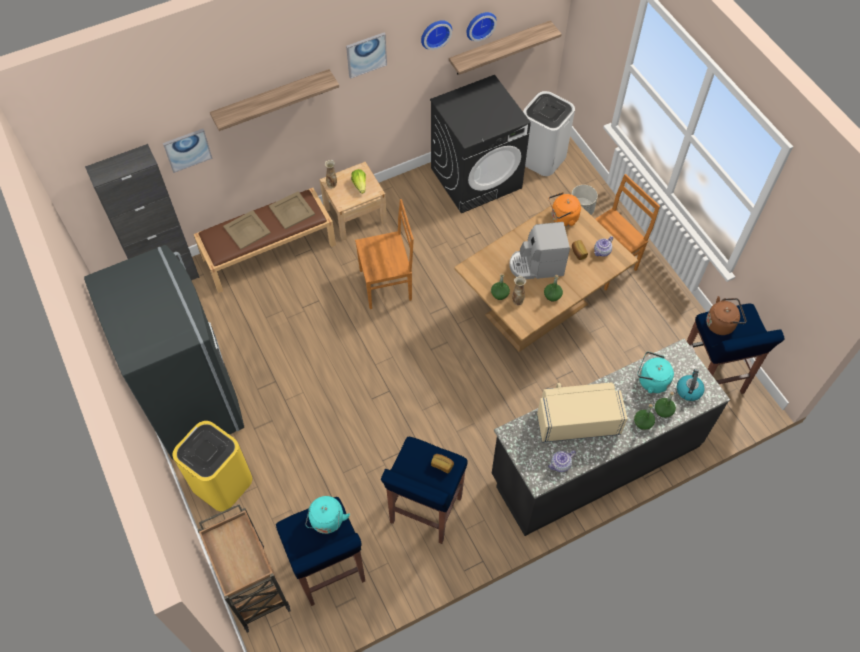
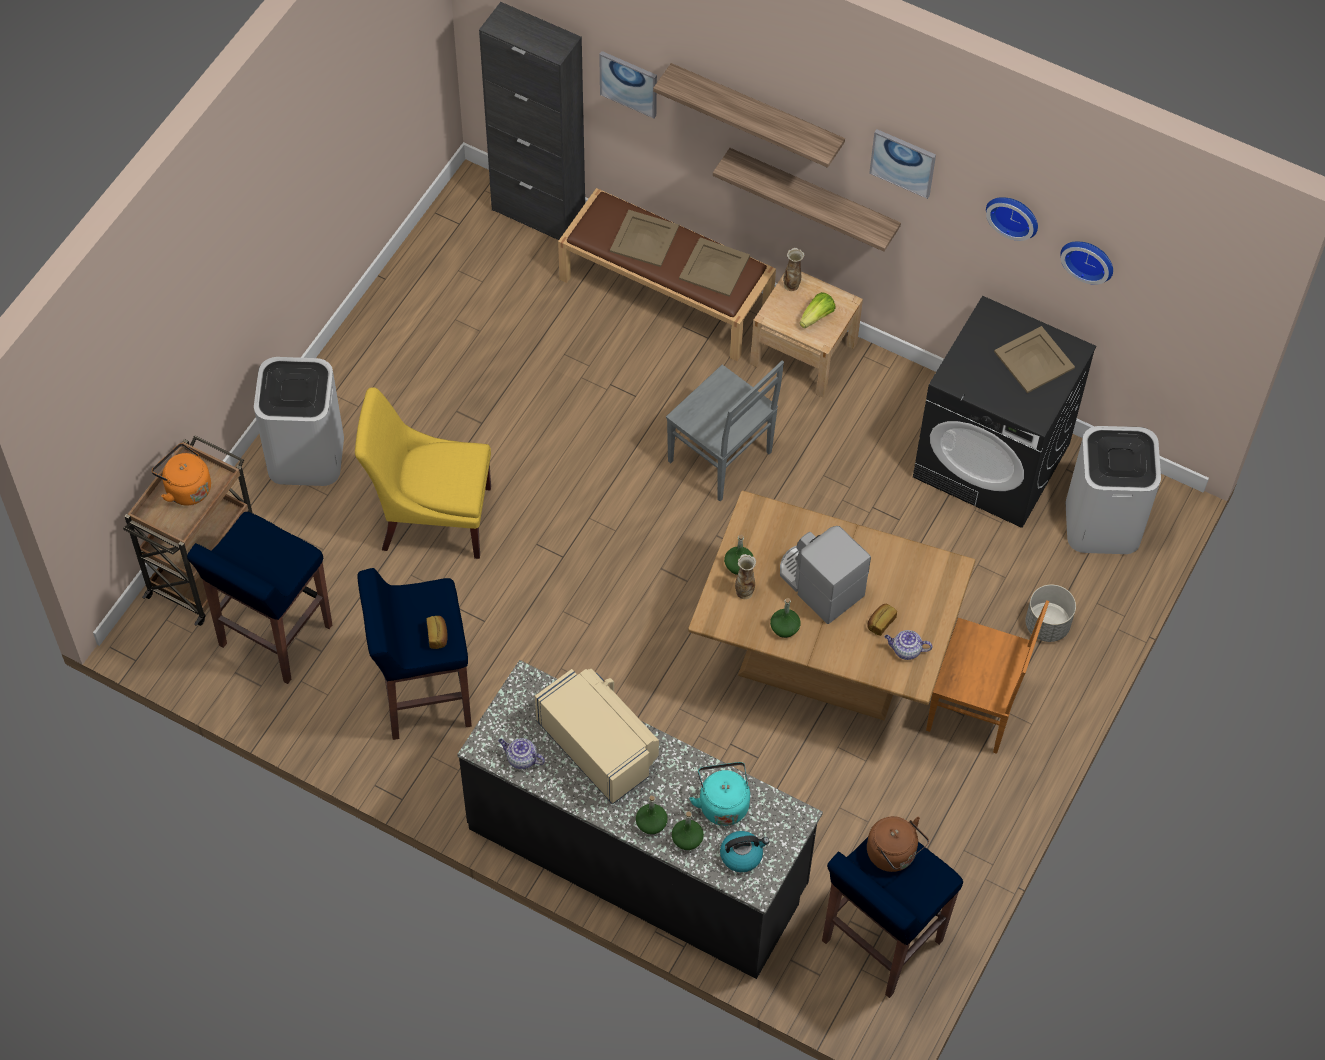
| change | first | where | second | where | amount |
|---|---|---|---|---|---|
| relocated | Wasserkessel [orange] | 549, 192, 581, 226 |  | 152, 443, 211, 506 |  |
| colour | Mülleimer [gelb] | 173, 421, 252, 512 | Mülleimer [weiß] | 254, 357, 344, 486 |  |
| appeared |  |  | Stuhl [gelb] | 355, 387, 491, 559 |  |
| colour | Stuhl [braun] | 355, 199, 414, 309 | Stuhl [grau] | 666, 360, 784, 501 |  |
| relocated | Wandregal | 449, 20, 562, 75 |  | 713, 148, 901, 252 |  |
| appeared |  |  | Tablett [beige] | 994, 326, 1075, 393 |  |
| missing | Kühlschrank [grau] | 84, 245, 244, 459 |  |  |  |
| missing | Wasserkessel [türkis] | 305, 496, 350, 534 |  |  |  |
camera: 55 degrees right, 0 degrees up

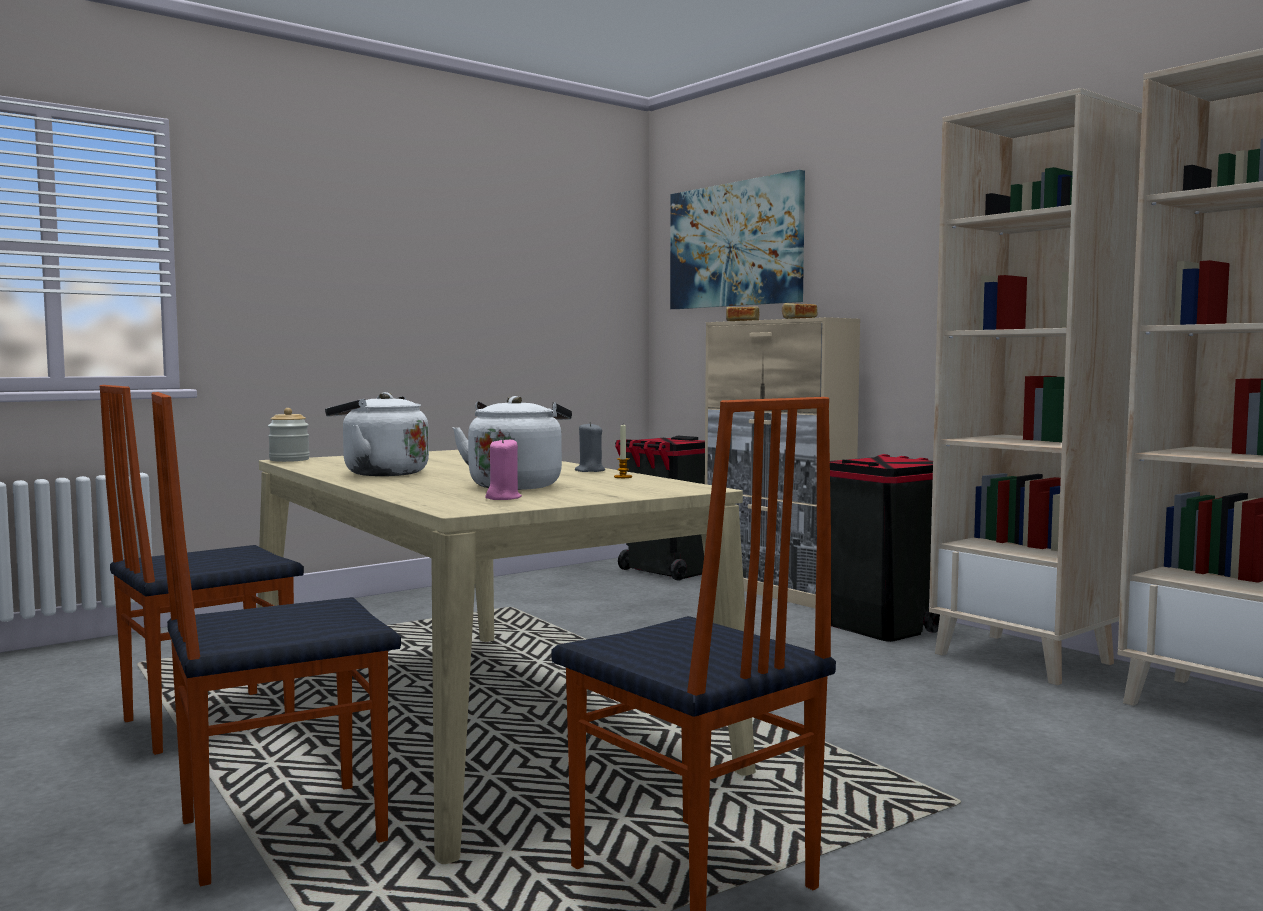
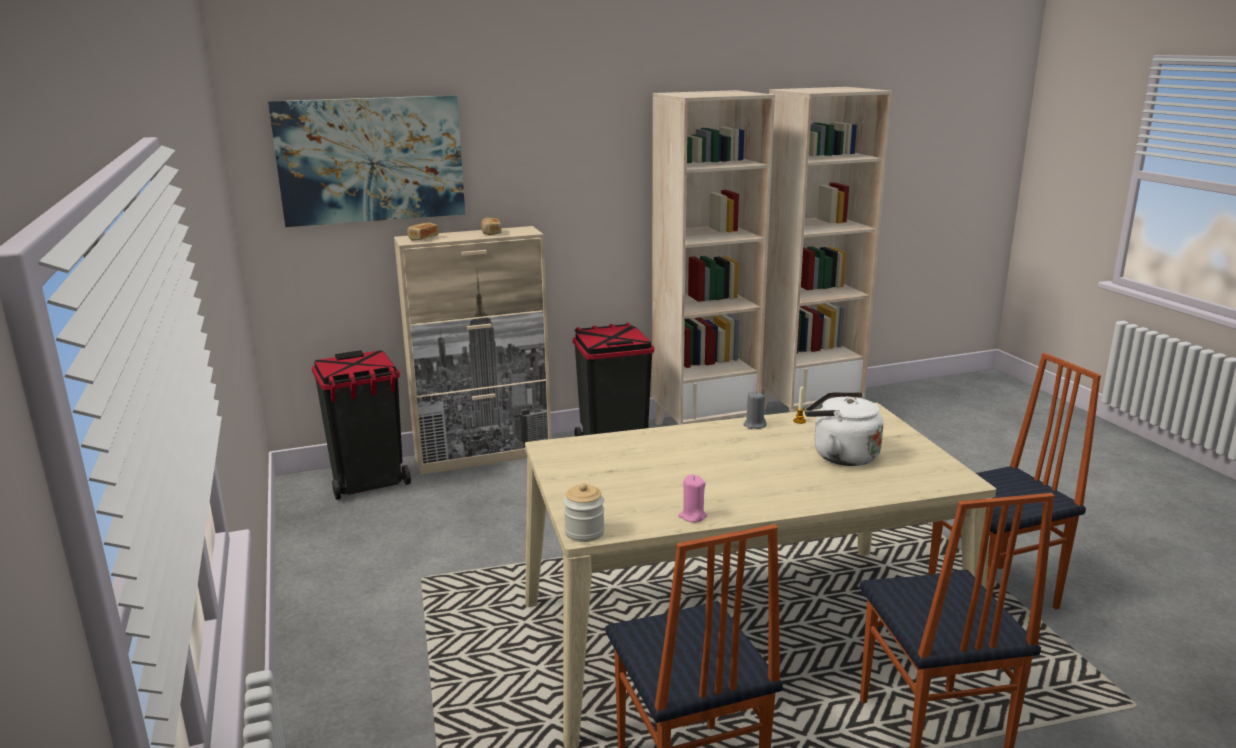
| change | first | where | second | where | amount |
|---|---|---|---|---|---|
| relocated | Kerze [rosa] | 485, 437, 522, 500 |  | 678, 474, 707, 522 |  |
| missing | Wasserkessel [weiß] | 325, 392, 429, 476 |  |  |  |
camera: 70 degrees left, 15 degrees up

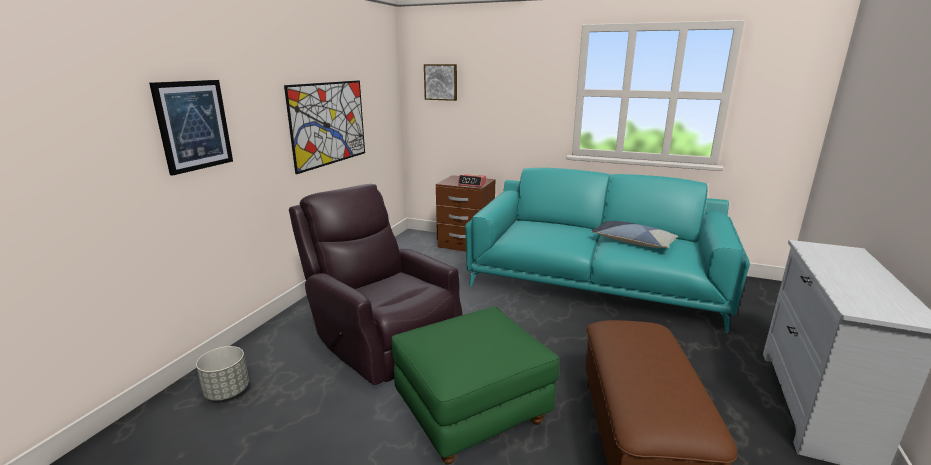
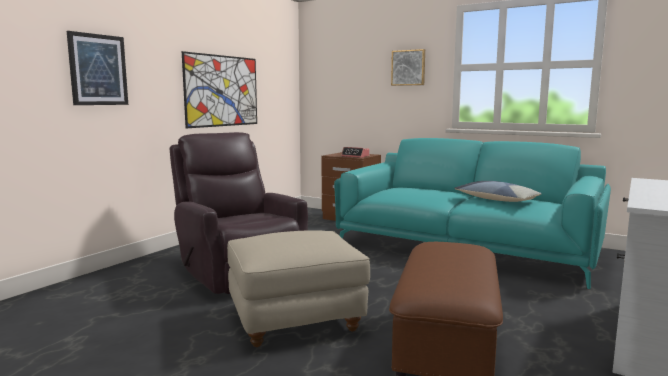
| change | first | where | second | where | amount |
|---|---|---|---|---|---|
| colour | Polsterhocker [grün] | 391, 307, 559, 465 | Polsterhocker [beige] | 227, 230, 370, 347 |  |
| relocated | Bild | 424, 64, 457, 101 |  | 391, 49, 425, 86 |  |
| missing | Pflanzkübel [grau] | 196, 346, 249, 400 |  |  |  |
camera: 10 degrees right, 10 degrees down

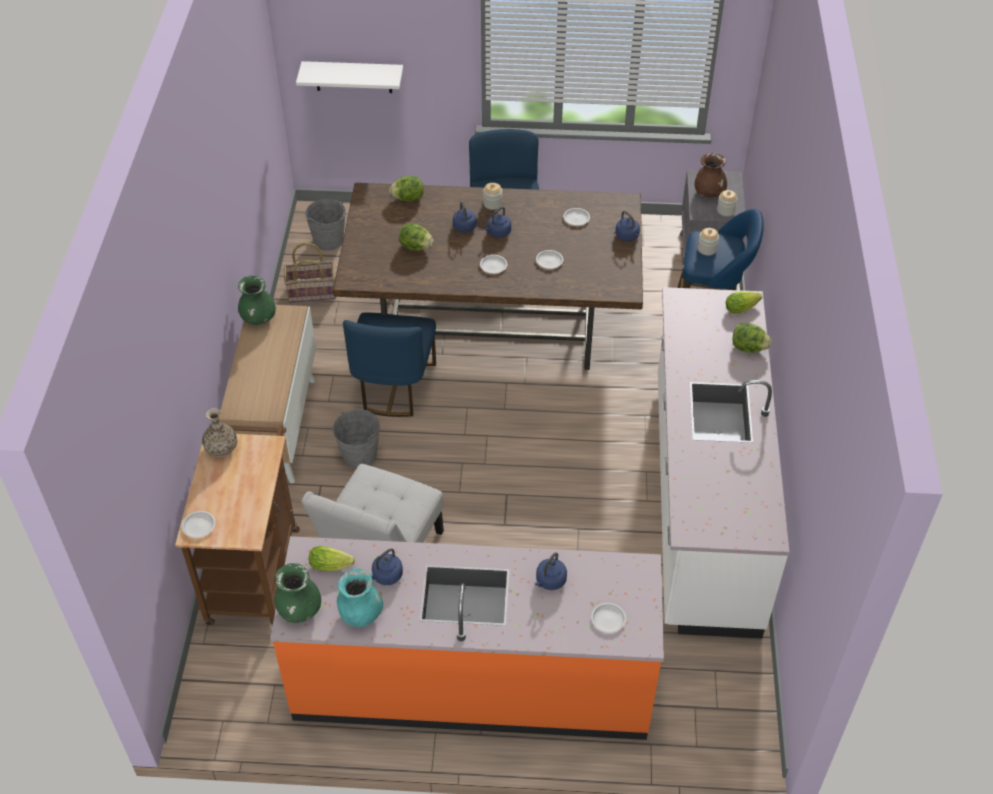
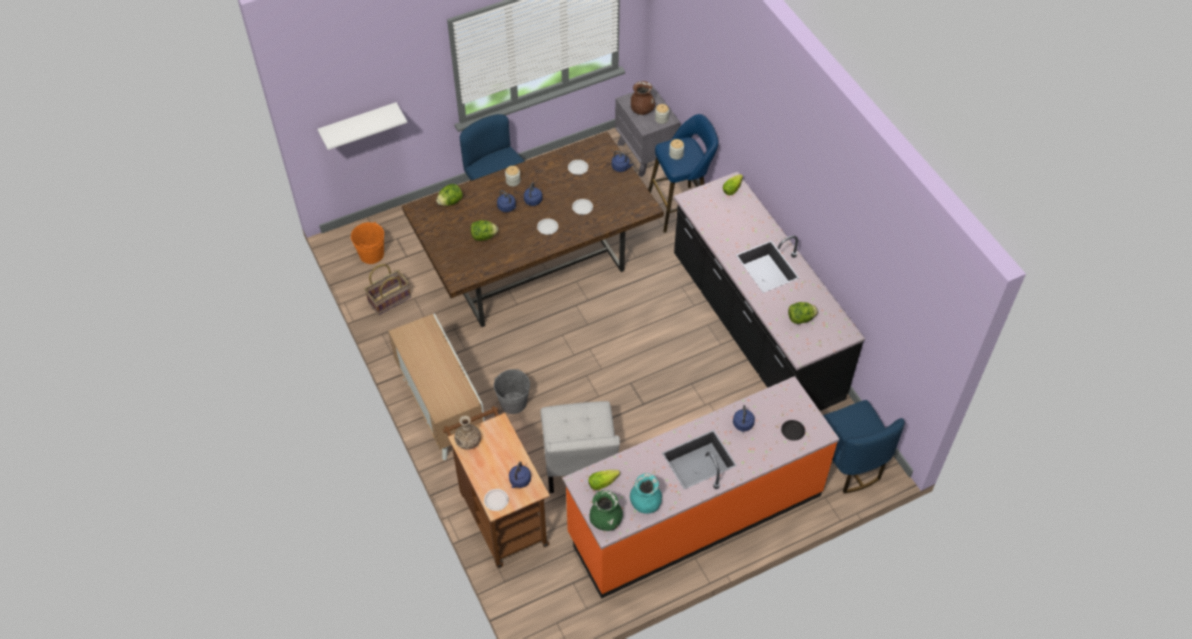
| change | first | where | second | where | amount |
|---|---|---|---|---|---|
| colour | Eimer [grau] | 305, 199, 346, 251 | Eimer [orange] | 351, 222, 384, 264 |  |
| relocated | Wasserkessel [blau] | 371, 549, 403, 585 |  | 509, 461, 531, 488 |  |
| colour | Küchenzeile [weiß] | 658, 287, 789, 638 | Küchenzeile [schwarz] | 674, 172, 865, 411 |  |
| colour | Teller [weiß] | 591, 603, 626, 633 | Teller [schwarz] | 781, 420, 805, 441 |  |
| relocated | Salatkopf | 732, 323, 772, 353 |  | 788, 302, 818, 324 |  |
| relocated | Stuhl [blau] | 343, 312, 436, 417 |  | 823, 400, 905, 494 |  |
| missing | Vase [grün] | 238, 276, 276, 325 |  |  |  |
camera: 30 degrees left, 5 degrees up

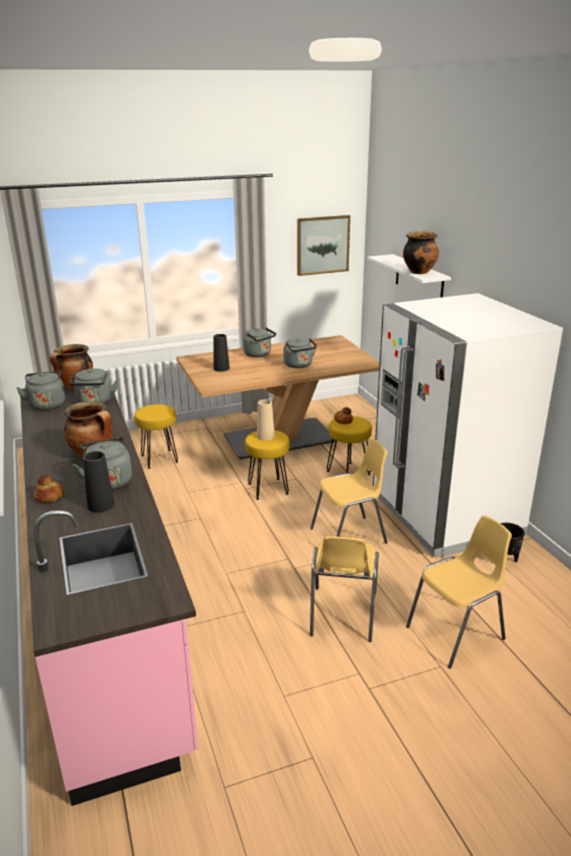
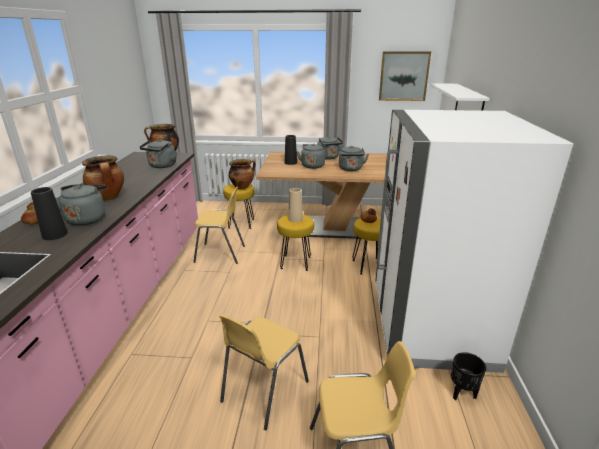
| change | first | where | second | where | amount |
|---|---|---|---|---|---|
| relocated | Stuhl [gelb] | 310, 439, 388, 544 |  | 193, 187, 245, 264 |  |
| relocated | Kochtopf | 403, 231, 439, 274 |  | 229, 159, 256, 189 |  |
| relocated | Wasserkessel [grau] | 17, 371, 65, 411 |  | 296, 143, 326, 169 |  |
camera: 25 degrees right, 0 degrees up

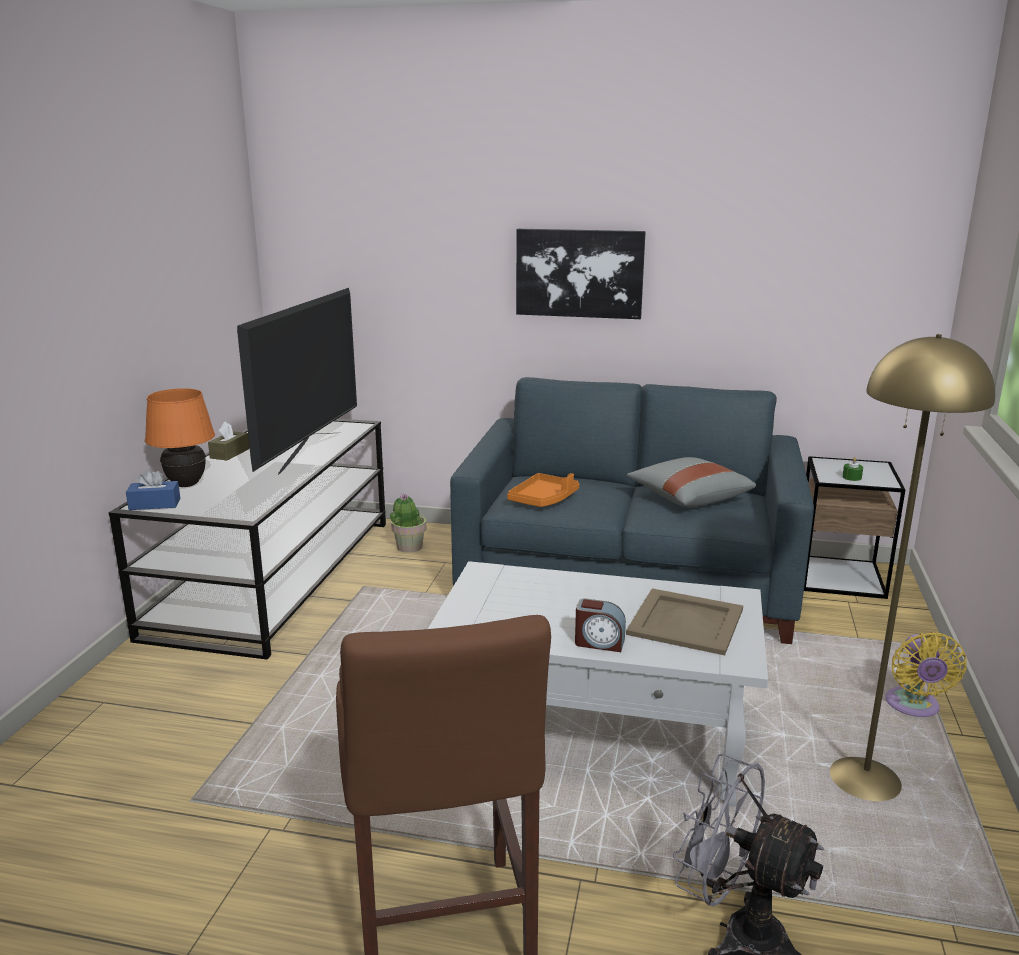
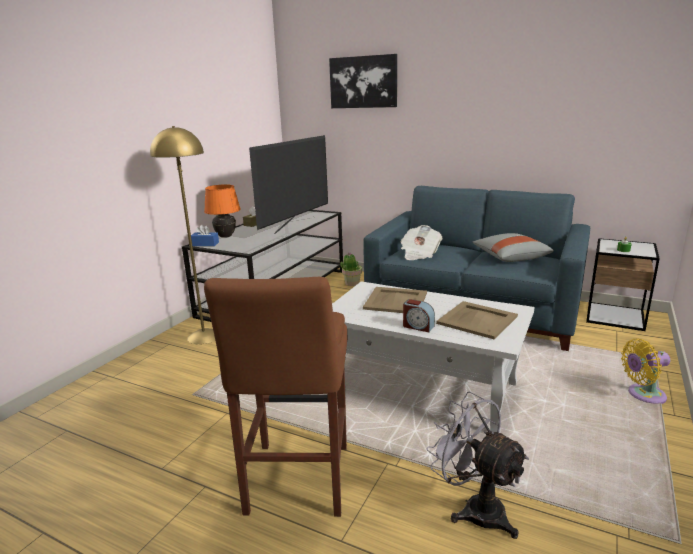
| change | first | where | second | where | amount |
|---|---|---|---|---|---|
| relocated | Stehlampe [gelb] | 830, 334, 995, 801 |  | 150, 126, 215, 344 |  |
| relocated | Bild | 516, 229, 646, 319 |  | 329, 54, 397, 108 |  |
| appeared |  |  | Tablett [beige] | 363, 287, 427, 313 |  |
| exchanged | Tablett [orange] | 507, 473, 579, 507 | Zeitung | 401, 225, 442, 260 |  |
| spun | Ventilator [gelb] | 885, 632, 967, 717 |  | 621, 338, 670, 404 | 60 degrees clockwise |
camera: 15 degrees right, 0 degrees up

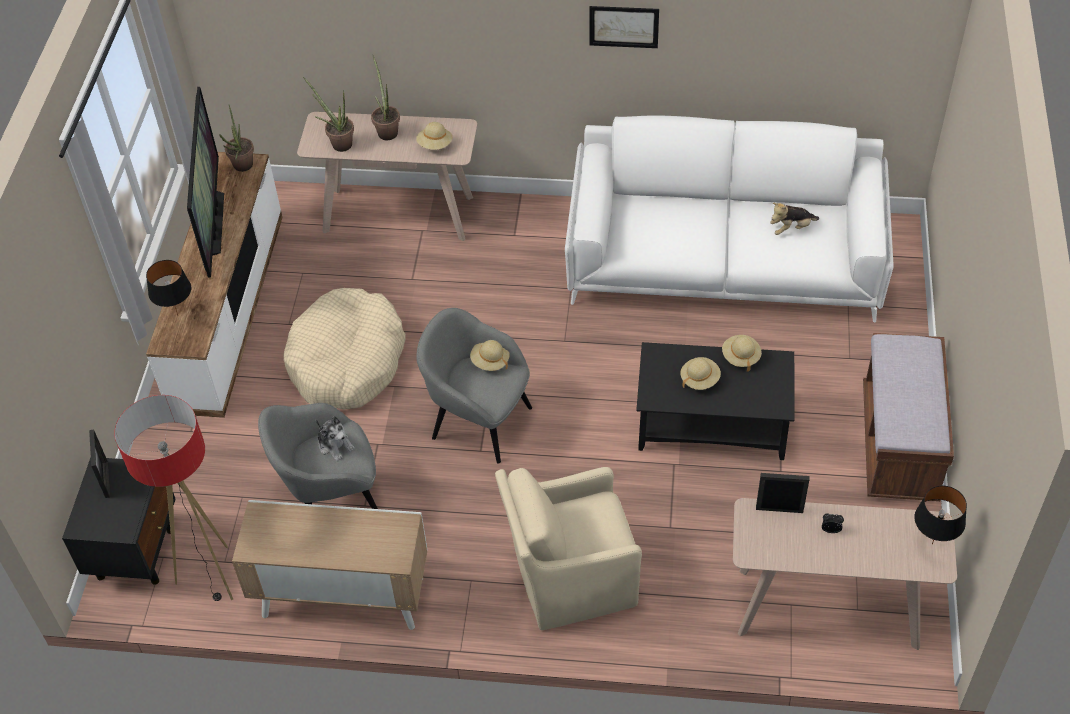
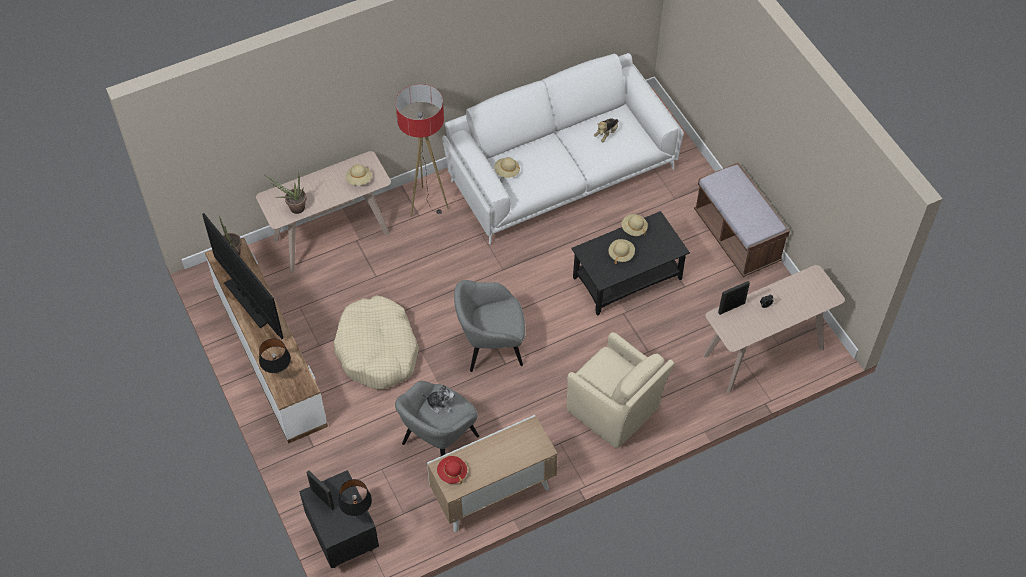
| change | first | where | second | where | amount |
|---|---|---|---|---|---|
| relocated | Tischlampe [schwarz] | 914, 486, 967, 545 |  | 338, 479, 372, 516 |  |
| relocated | Stehlampe | 114, 395, 233, 601 |  | 395, 84, 449, 217 |  |
| appeared |  |  | Hut [rot] | 437, 456, 467, 484 |  |
| relocated | Hut [beige] | 470, 340, 510, 371 |  | 494, 157, 520, 178 |  |
| spun | Sessel [beige] | 495, 467, 642, 630 |  | 567, 332, 674, 449 | 90 degrees counterclockwise |
| missing | Topfpflanze | 371, 56, 400, 140 |  |  |  |
| missing | Bild | 589, 6, 659, 48 |  |  |  |
camera: 35 degrees left, 5 degrees up

